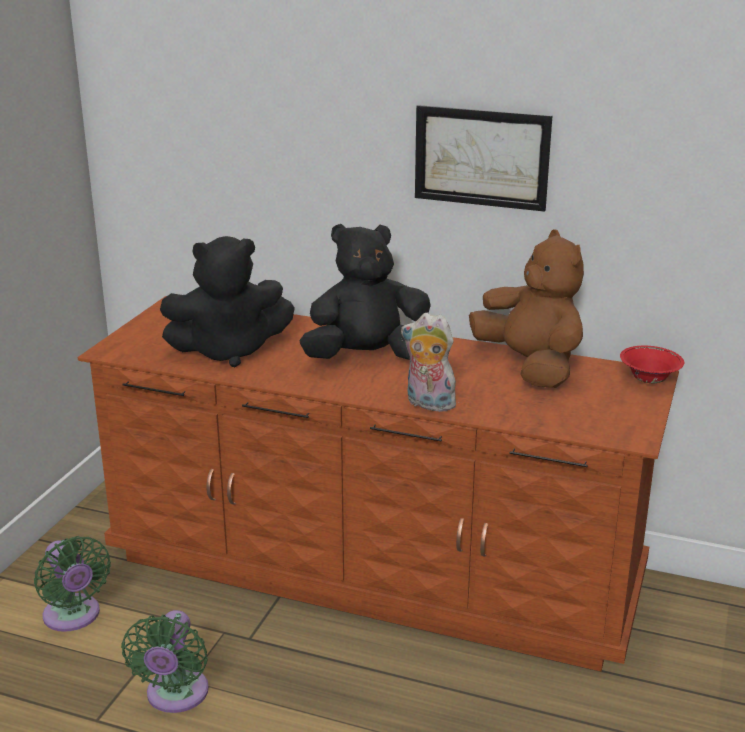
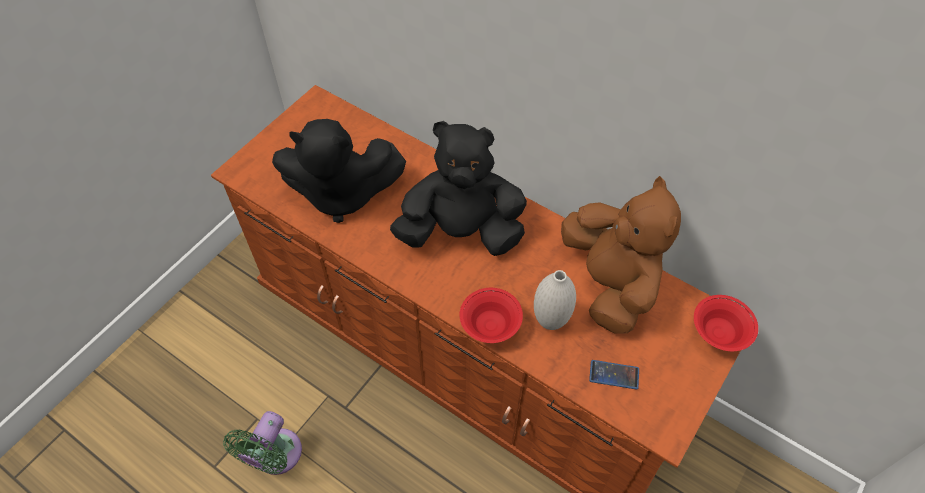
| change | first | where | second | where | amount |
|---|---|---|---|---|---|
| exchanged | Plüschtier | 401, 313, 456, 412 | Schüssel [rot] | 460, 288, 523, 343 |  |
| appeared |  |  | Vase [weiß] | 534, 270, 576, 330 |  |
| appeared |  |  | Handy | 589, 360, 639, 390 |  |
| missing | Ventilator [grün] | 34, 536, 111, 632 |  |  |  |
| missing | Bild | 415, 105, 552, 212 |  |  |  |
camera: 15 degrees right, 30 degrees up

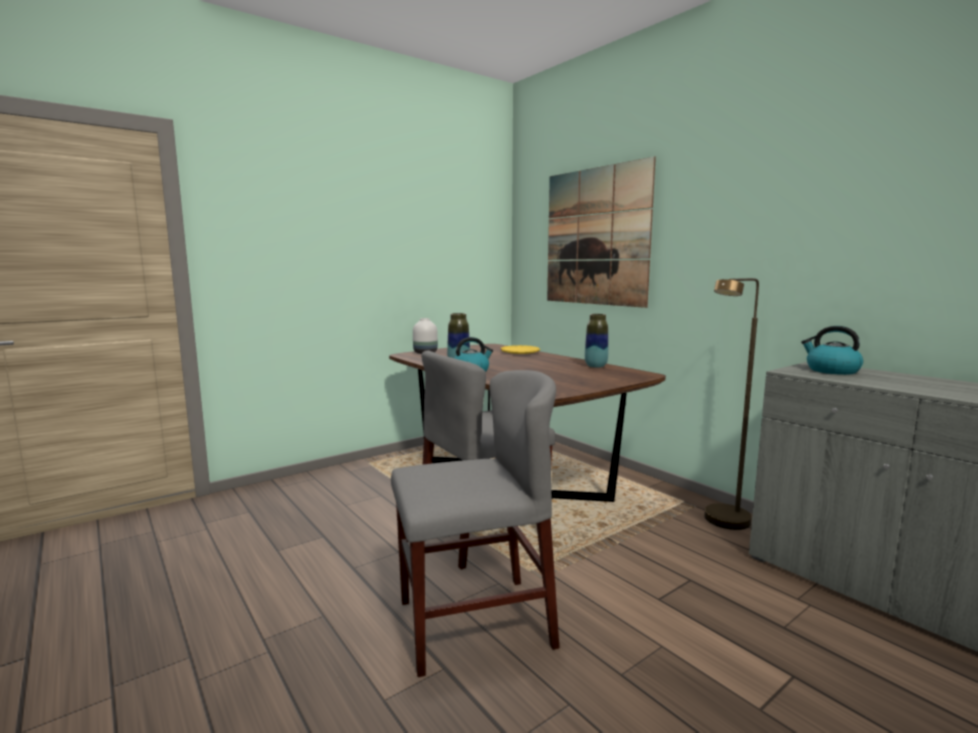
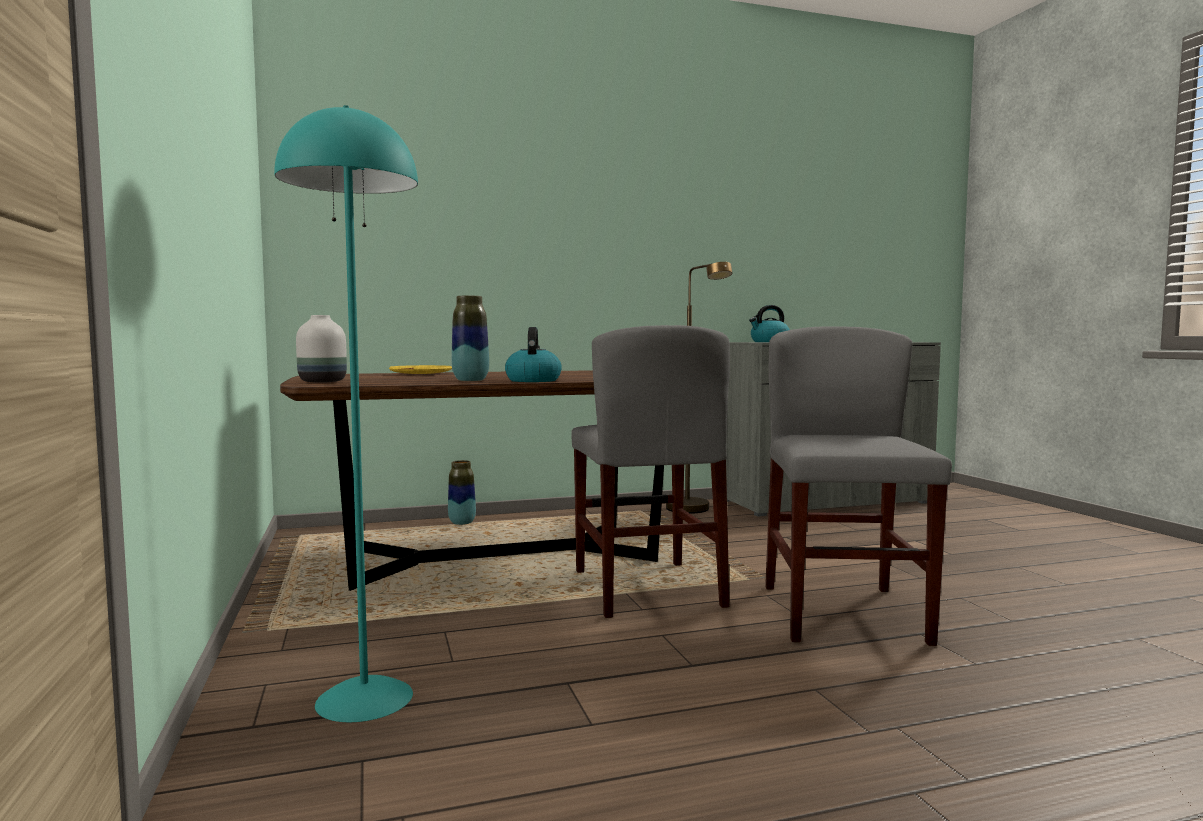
| change | first | where | second | where | amount |
|---|---|---|---|---|---|
| appeared |  |  | Stehlampe [türkis] | 274, 105, 418, 722 |  |
| relocated | Vase | 585, 314, 608, 368 |  | 448, 460, 476, 525 |  |
| missing | Bild | 547, 156, 656, 308 |  |  |  |
camera: 70 degrees left, 5 degrees down

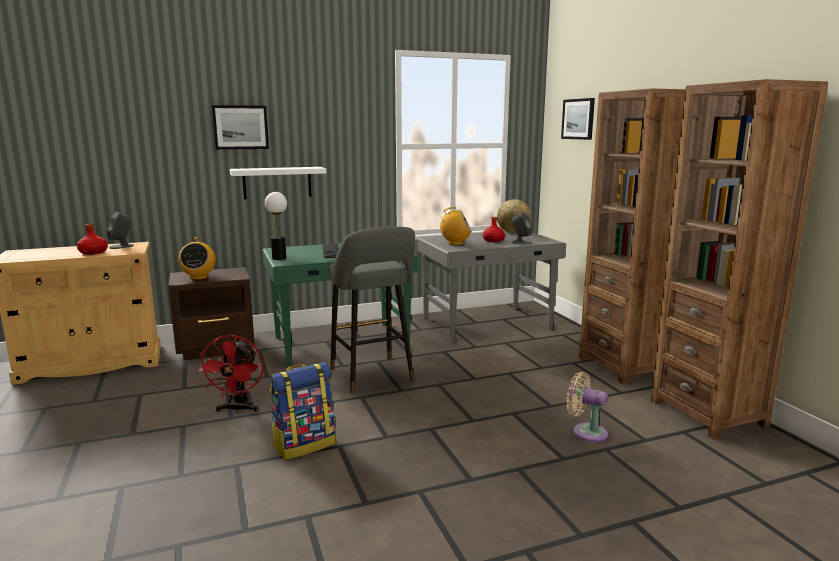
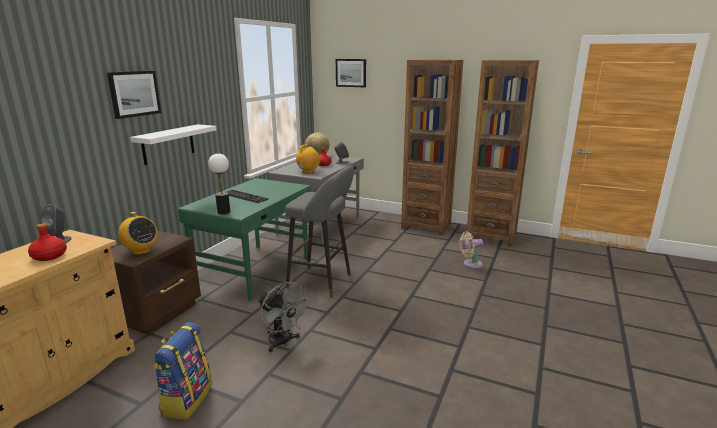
| change | first | where | second | where | amount |
|---|---|---|---|---|---|
| relocated | Rucksack | 270, 362, 336, 460 |  | 153, 322, 212, 420 |  |
| colour | Ventilator [rot] | 197, 335, 264, 413 | Ventilator [grau] | 258, 282, 311, 352 |  |
camera: 45 degrees left, 5 degrees up

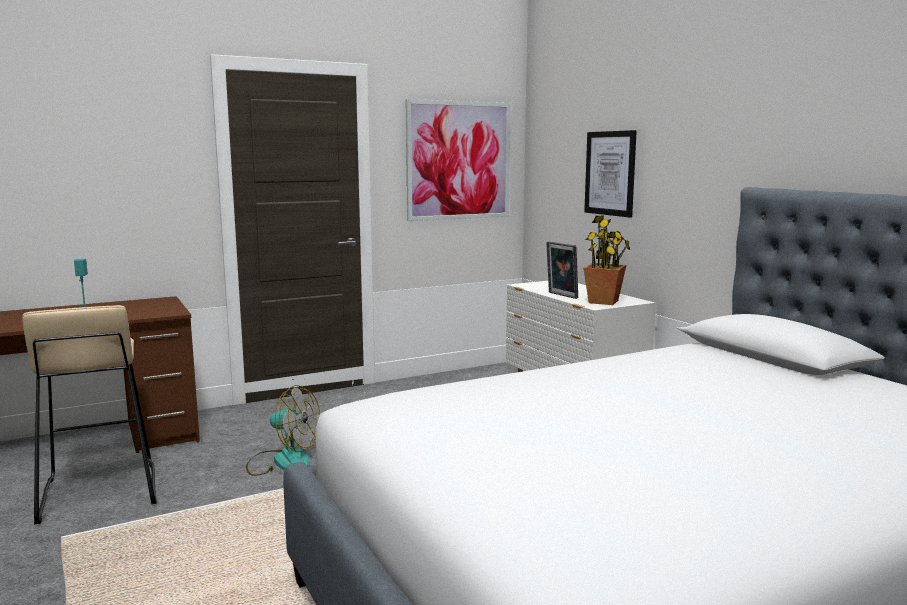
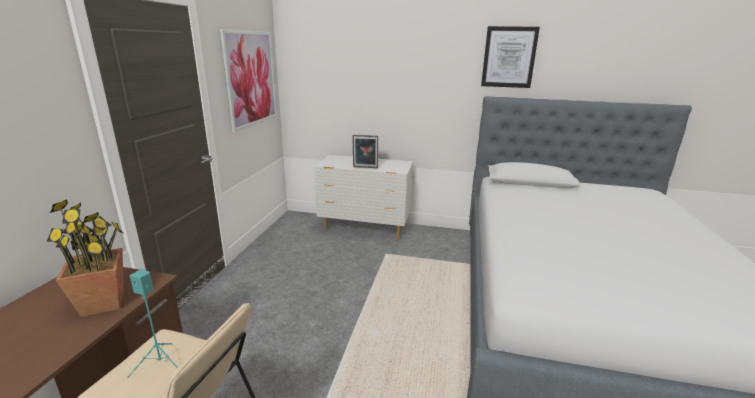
| change | first | where | second | where | amount |
|---|---|---|---|---|---|
| relocated | Topfpflanze | 583, 215, 630, 305 |  | 46, 200, 124, 317 |  |
| relocated | Bild | 584, 130, 637, 218 |  | 481, 26, 540, 88 |  |
| missing | Ventilator | 246, 385, 320, 476 |  |  |  |
camera: 50 degrees left, 10 degrees up

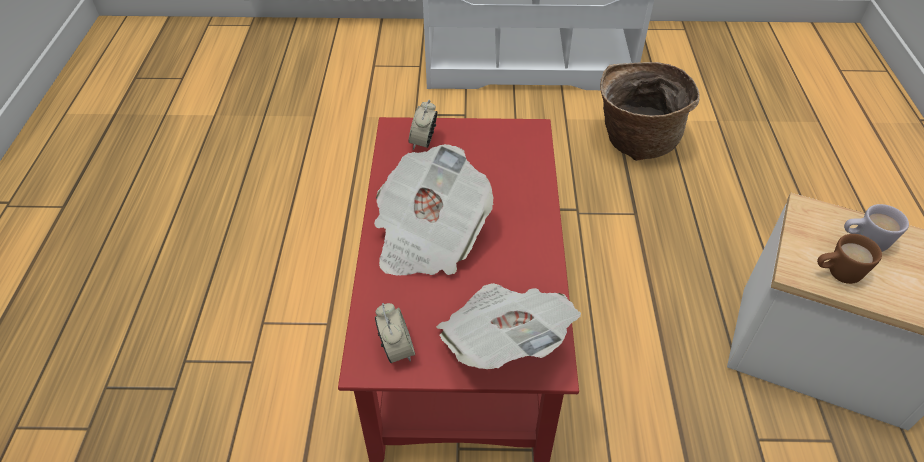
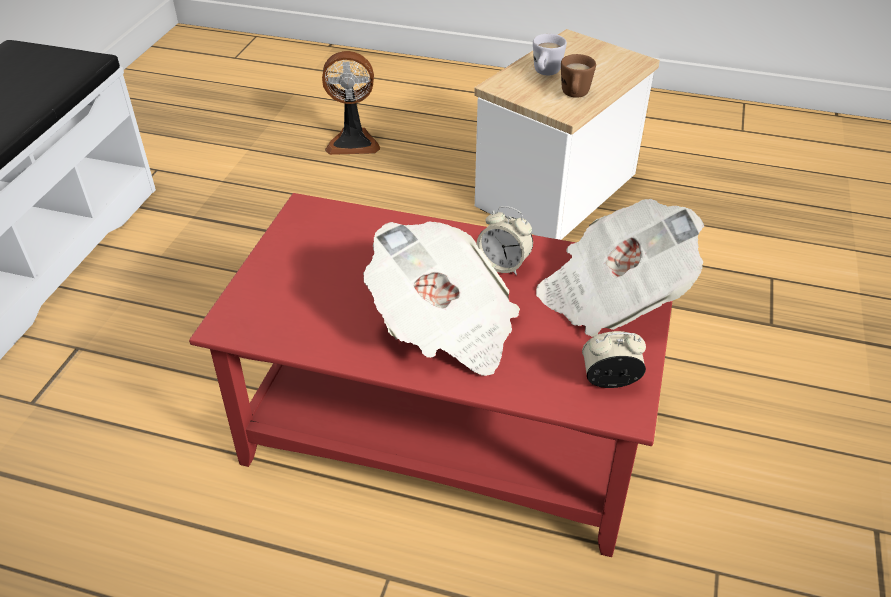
| change | first | where | second | where | amount |
|---|---|---|---|---|---|
| appeared |  |  | Ventilator | 322, 51, 380, 155 |  |
| relocated | Wecker | 408, 100, 437, 150 |  | 477, 206, 533, 275 |  |
| missing | Korb | 600, 62, 700, 161 |  |  |  |
camera: 75 degrees left, 5 degrees down

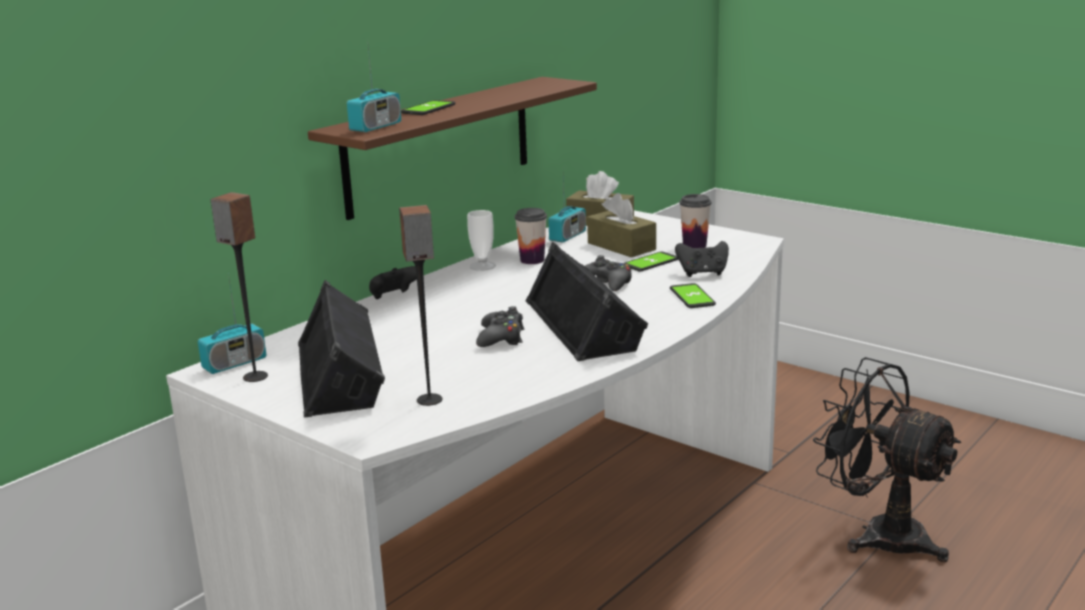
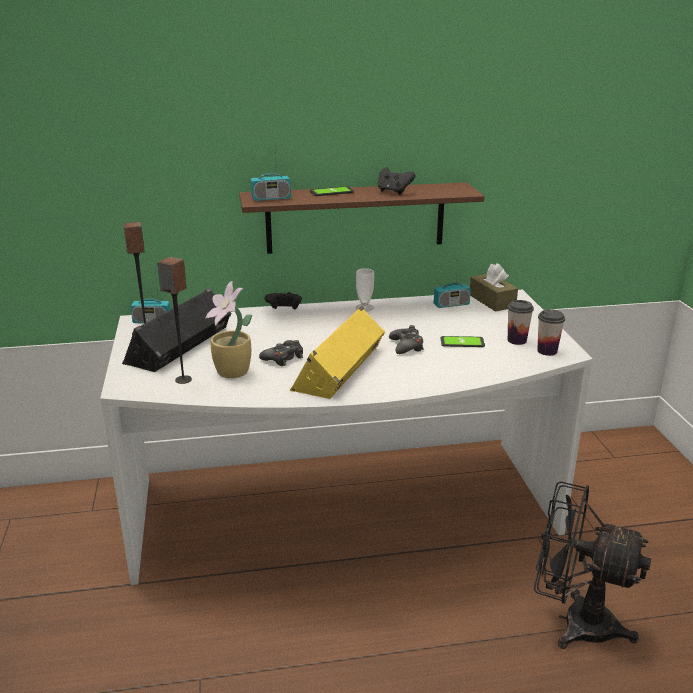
| change | first | where | second | where | amount |
|---|---|---|---|---|---|
| appeared |  |  | Topfpflanze | 206, 281, 252, 378 |  |
| colour | Lautsprecher [schwarz] | 526, 242, 648, 361 | Lautsprecher [gelb] | 290, 305, 385, 399 |  |
| relocated | Gamepad [schwarz] | 675, 241, 729, 277 |  | 378, 167, 416, 195 |  |
| spun | Ventilator [schwarz] | 813, 357, 961, 562 |  | 534, 481, 651, 649 | 60 degrees counterclockwise |
| relocated | Tasse | 515, 208, 547, 264 |  | 537, 309, 565, 356 |  |
| missing | Taschentuchbox [braun] | 587, 193, 656, 257 |  |  |  |
| missing | Handy | 670, 283, 716, 308 |  |  |  |
camera: 40 degrees right, 5 degrees up

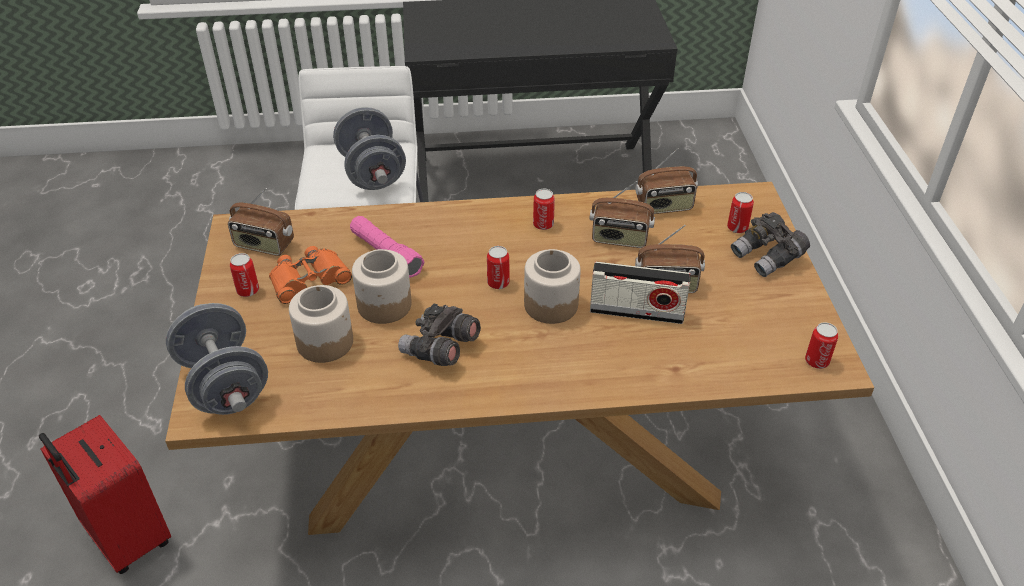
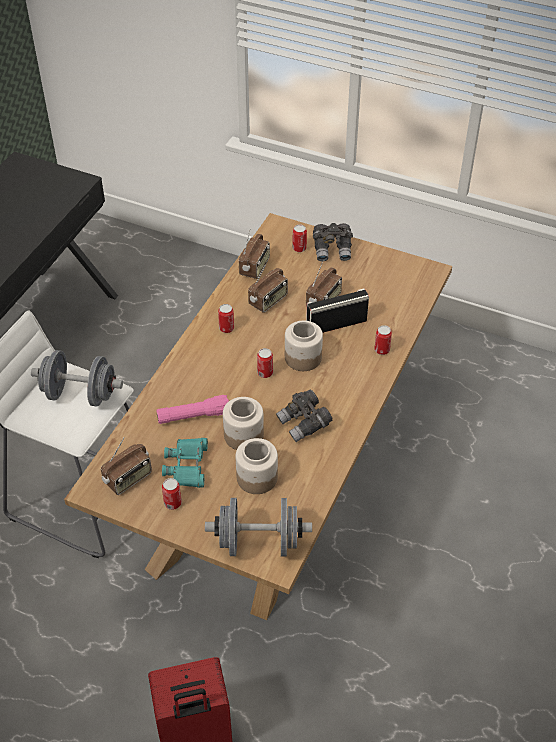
| change | first | where | second | where | amount |
|---|---|---|---|---|---|
| colour | Fernglas [orange] | 269, 246, 352, 304 | Fernglas [türkis] | 162, 438, 208, 488 |  |
| spun | Radio | 590, 262, 691, 324 |  | 306, 288, 369, 333 | 150 degrees counterclockwise |
| relocated | Dose | 805, 322, 838, 369 |  | 374, 325, 392, 355 |  |
camera: 60 degrees left, 5 degrees up

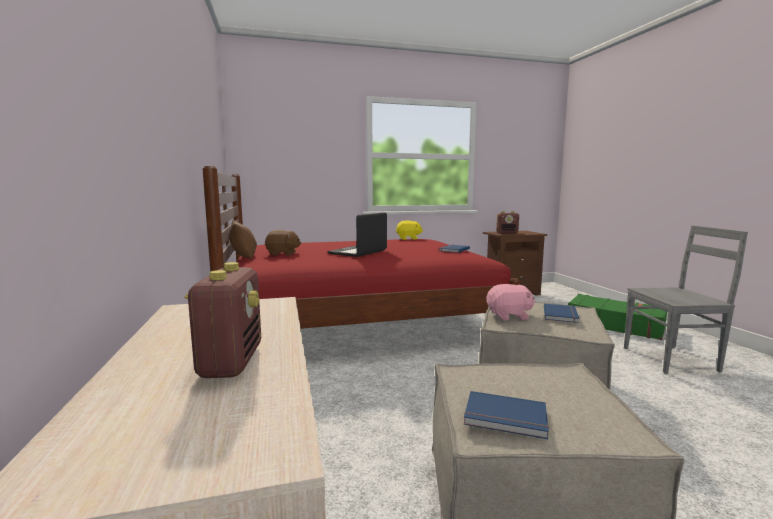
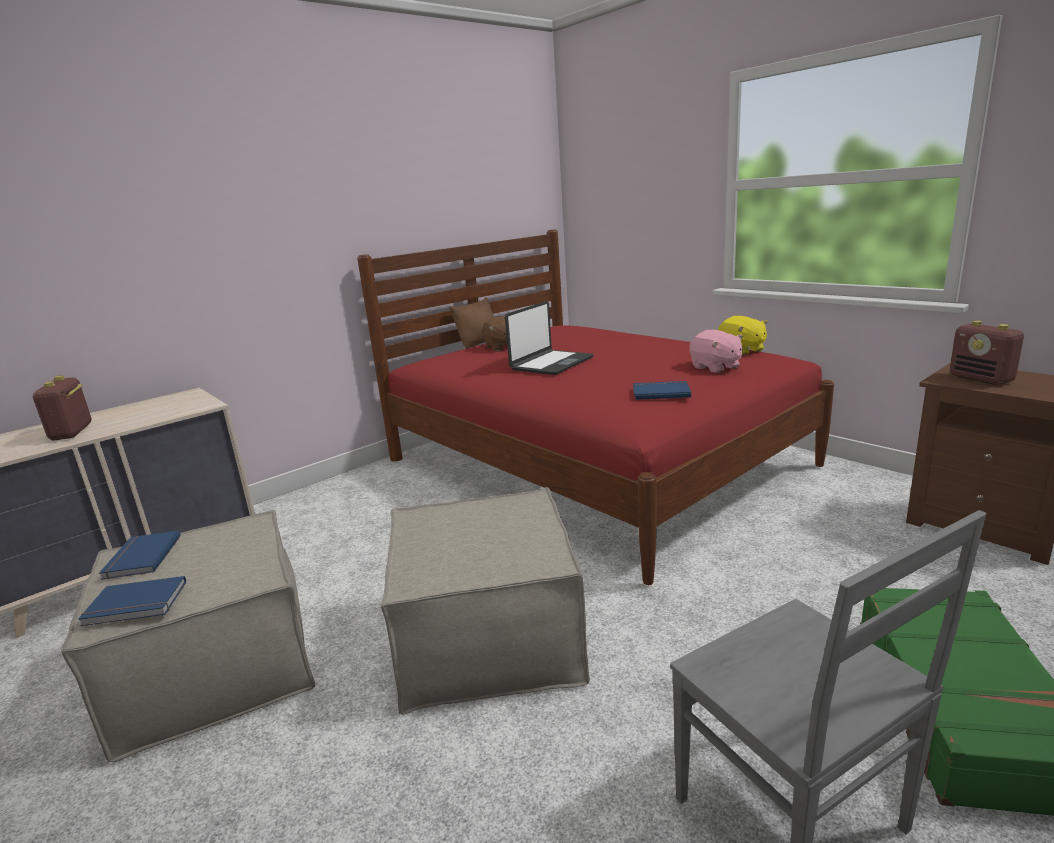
| change | first | where | second | where | amount |
|---|---|---|---|---|---|
| spun | Radio | 184, 262, 261, 378 |  | 33, 375, 91, 440 | 105 degrees clockwise |
| relocated | Buch [blau] | 544, 304, 579, 323 |  | 78, 576, 186, 626 |  |
| spun | Laptop | 327, 212, 387, 257 |  | 505, 301, 594, 375 | 120 degrees clockwise |
| relocated | Plüschtier [rosa] | 487, 284, 535, 320 |  | 689, 330, 743, 373 |  |
camera: 65 degrees right, 10 degrees up

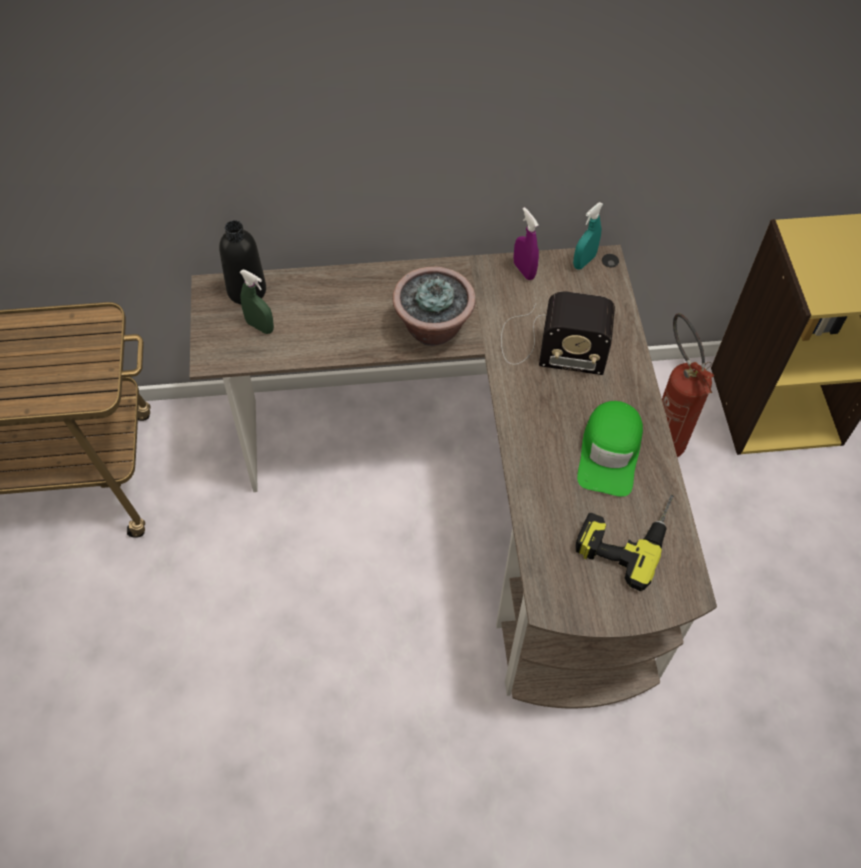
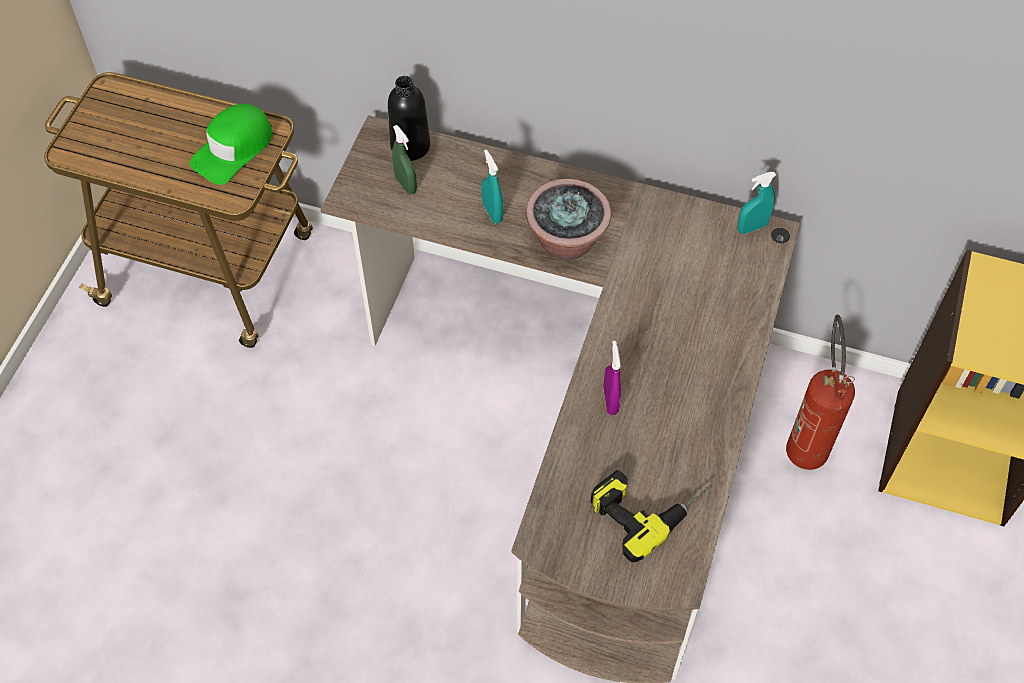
| change | first | where | second | where | amount |
|---|---|---|---|---|---|
| relocated | Kappe [grün] | 577, 401, 643, 497 |  | 190, 104, 272, 185 |  |
| appeared |  |  | Sprühflasche [türkis] | 481, 149, 503, 223 |  |
| relocated | Sprühflasche [lila] | 514, 207, 539, 280 |  | 603, 341, 621, 415 |  |
| missing | Radio | 501, 291, 615, 375 |  |  |  |
camera: 25 degrees right, 0 degrees up

